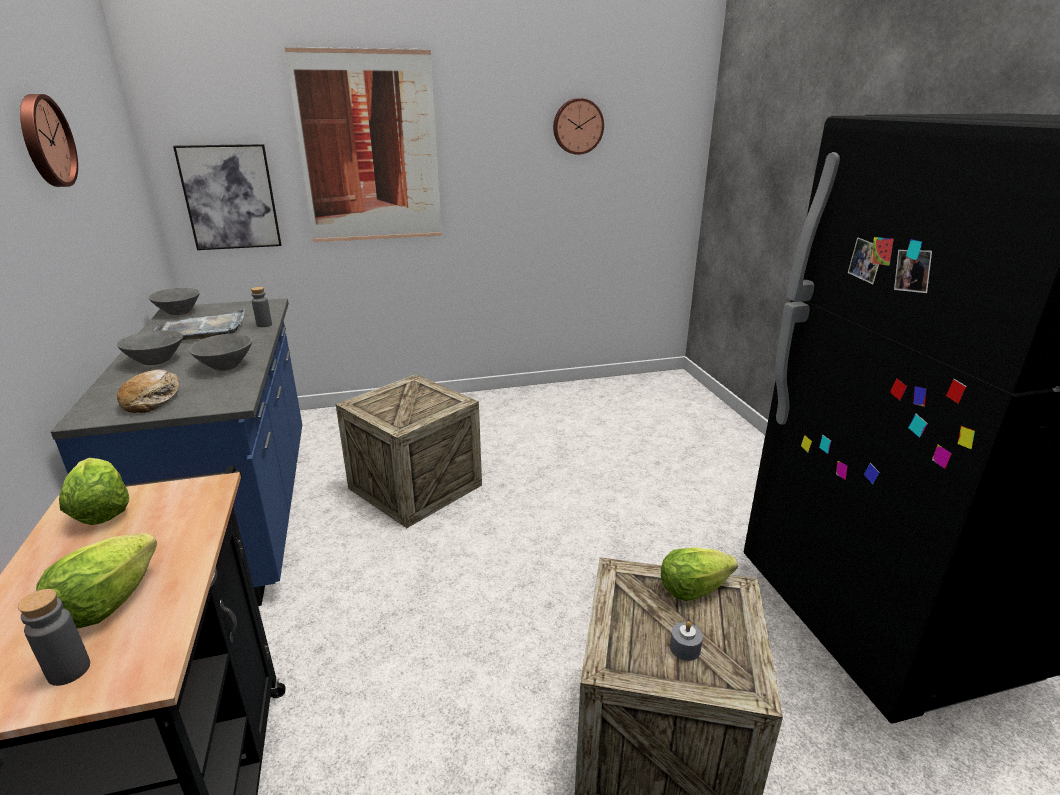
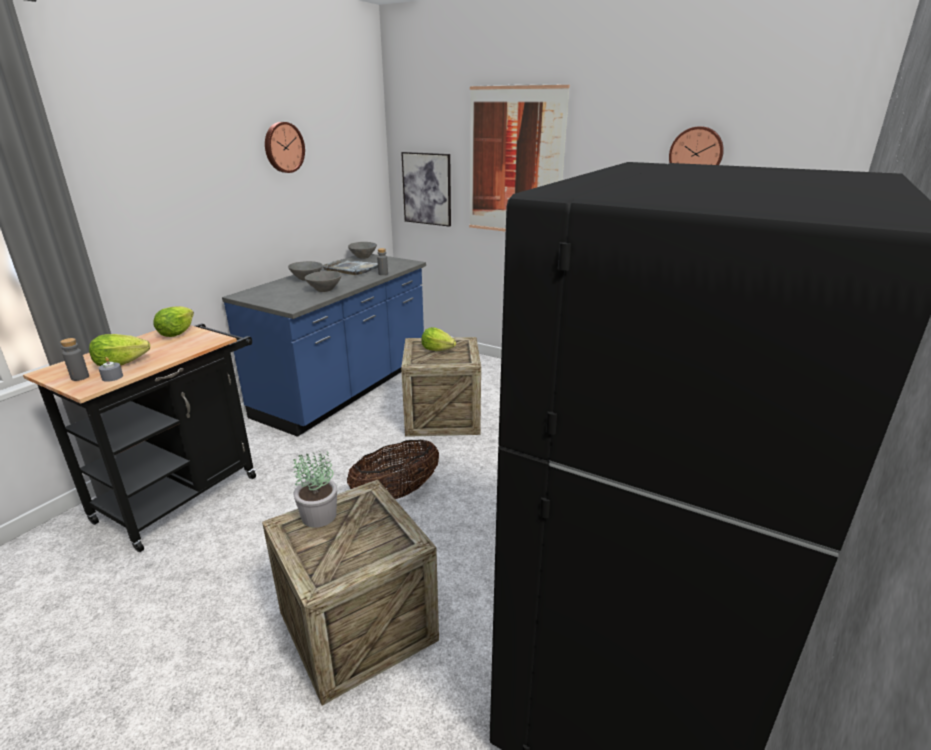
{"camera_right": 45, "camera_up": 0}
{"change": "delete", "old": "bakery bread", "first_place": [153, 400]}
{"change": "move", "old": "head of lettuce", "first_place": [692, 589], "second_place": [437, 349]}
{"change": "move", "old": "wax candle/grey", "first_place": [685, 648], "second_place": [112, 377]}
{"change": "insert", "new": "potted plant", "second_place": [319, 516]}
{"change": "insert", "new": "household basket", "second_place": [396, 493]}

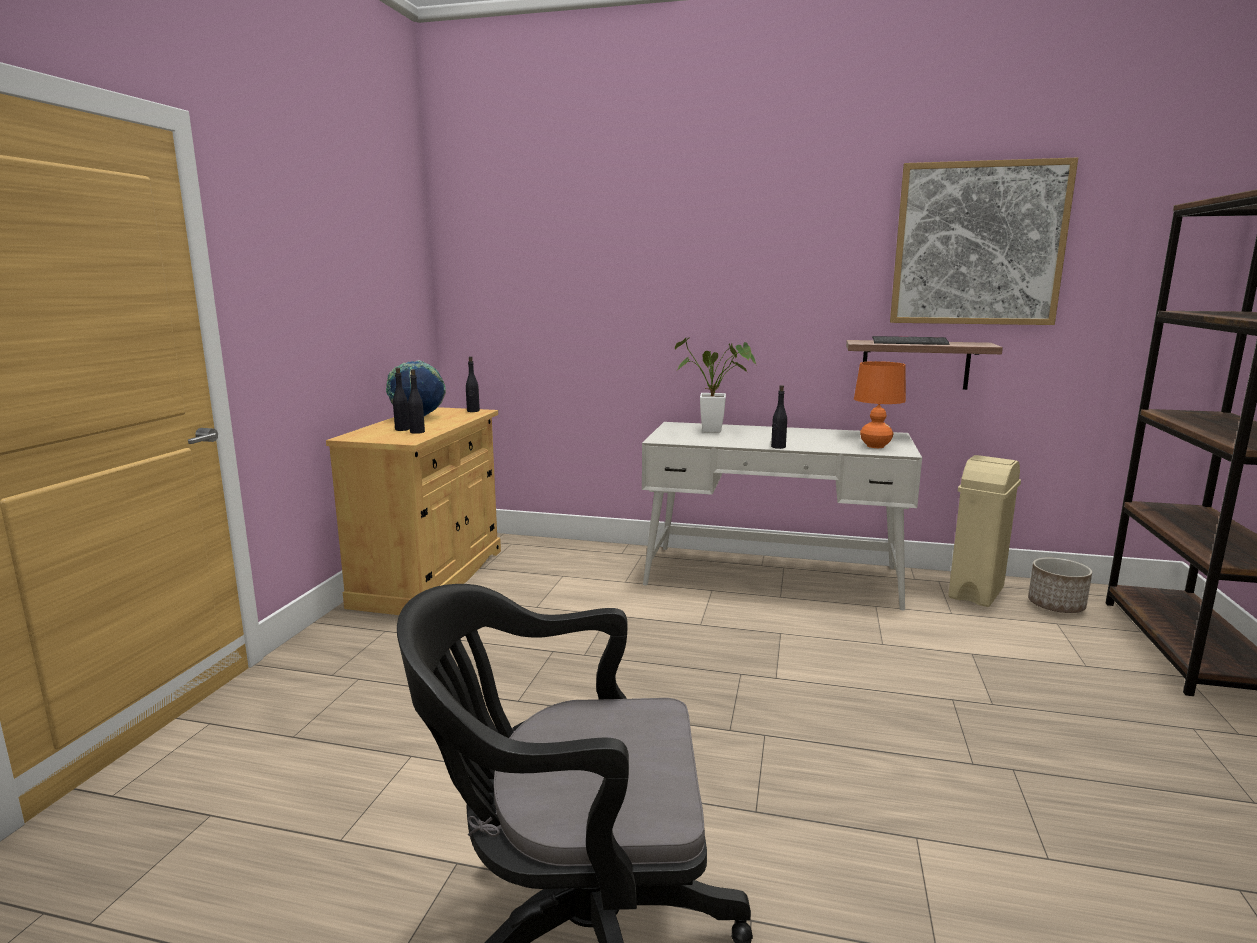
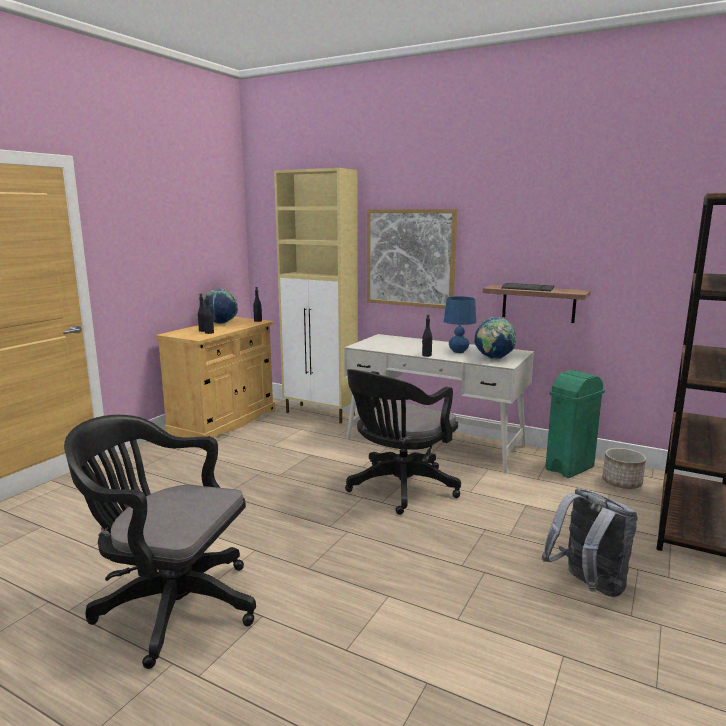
{"camera_right": 15, "camera_up": 0}
{"change": "delete", "old": "potted plant", "first_place": [717, 431]}
{"change": "replace", "old": "table lamp/orangey", "new": "world globe", "first_place": [875, 446], "second_place": [493, 359]}
{"change": "move", "old": "wall art", "first_place": [978, 244], "second_place": [410, 258]}
{"change": "recolor", "old": "trash can/beige", "new": "trash can/green-coloured", "first_place": [975, 593], "second_place": [569, 468]}
{"change": "insert", "new": "storage cabinet/beige", "second_place": [321, 414]}
{"change": "insert", "new": "desk chair/blackish", "second_place": [399, 489]}
{"change": "insert", "new": "table lamp/bluish", "second_place": [458, 351]}
{"change": "insert", "new": "backpack/grey", "second_place": [587, 586]}

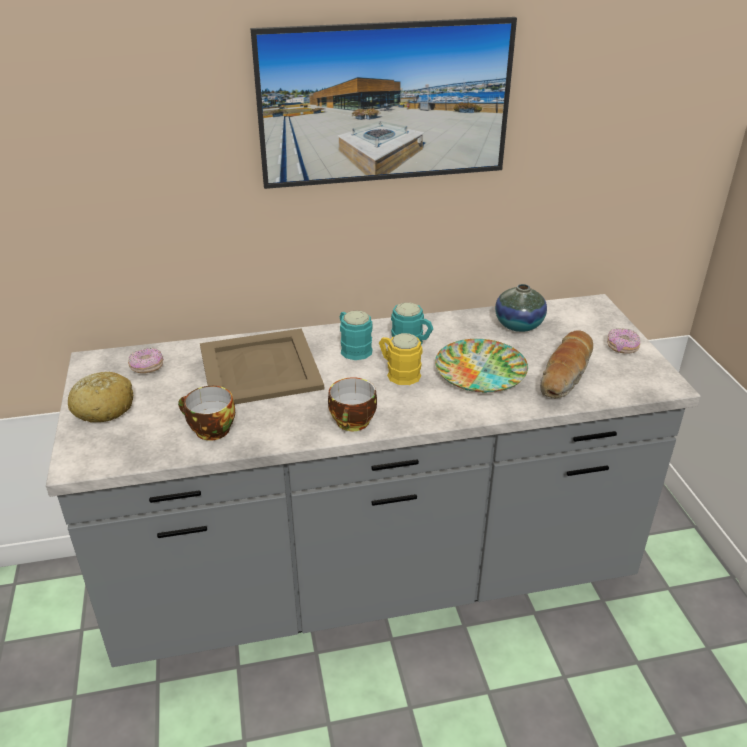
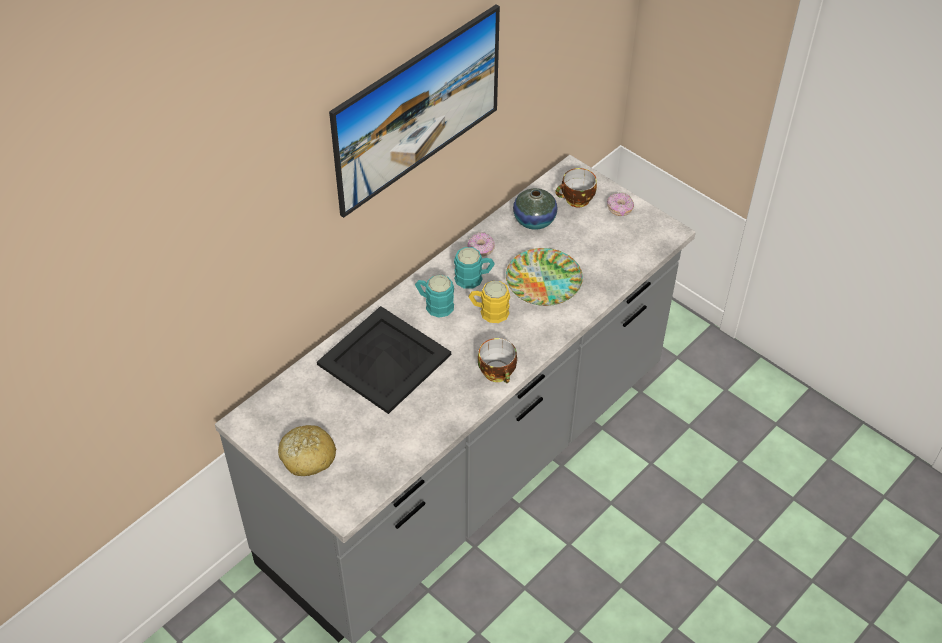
{"camera_right": -35, "camera_up": 15}
{"change": "move", "old": "ring doughnut", "first_place": [147, 367], "second_place": [481, 249]}
{"change": "move", "old": "small cup", "first_place": [209, 430], "second_place": [576, 200]}
{"change": "recolor", "old": "tray/beige", "new": "tray/blackish", "first_place": [260, 367], "second_place": [384, 358]}
{"change": "delete", "old": "bakery bread", "first_place": [566, 375]}

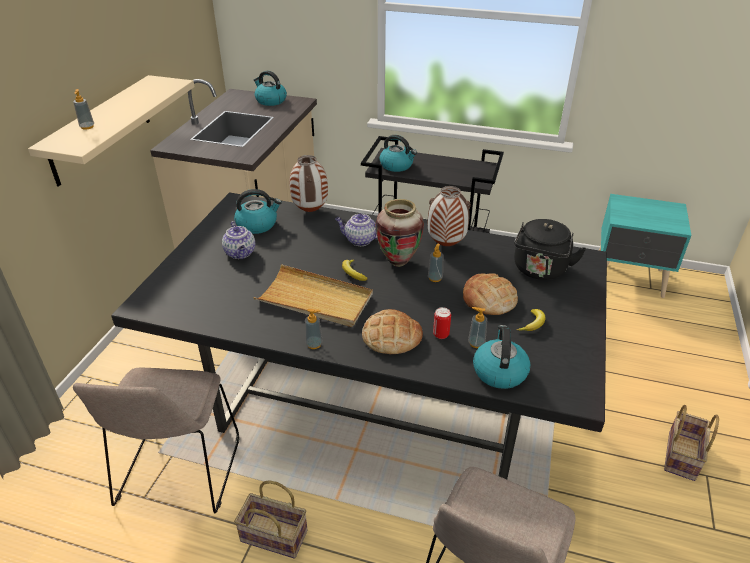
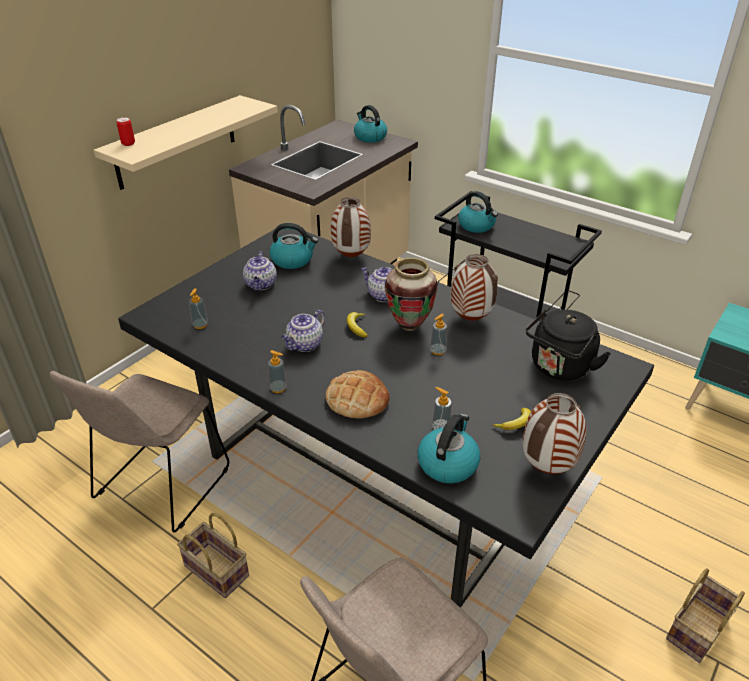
{"camera_right": 20, "camera_up": 0}
{"change": "move", "old": "liquid soap bottle", "first_place": [87, 127], "second_place": [200, 325]}
{"change": "replace", "old": "tray/beige", "new": "tea pot", "first_place": [315, 299], "second_place": [304, 345]}
{"change": "move", "old": "can", "first_place": [441, 334], "second_place": [128, 143]}
{"change": "delete", "old": "bakery bread", "first_place": [489, 299]}
{"change": "insert", "new": "decorative vase", "second_place": [547, 467]}

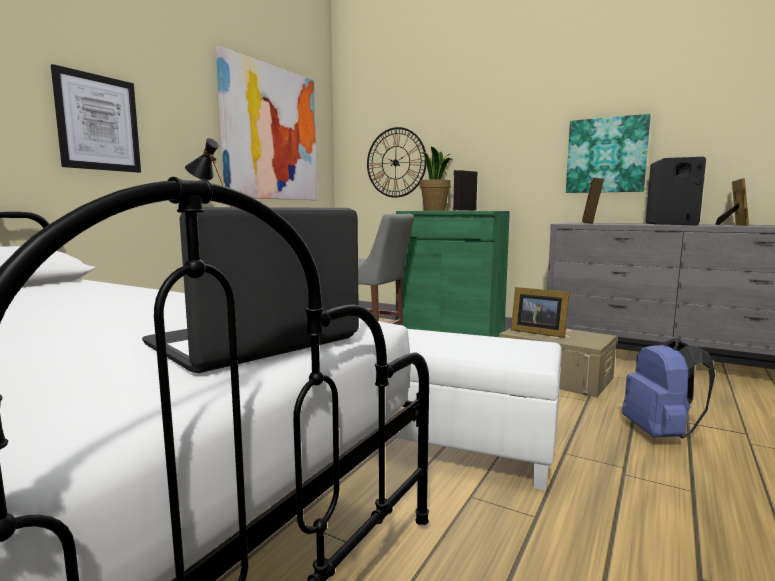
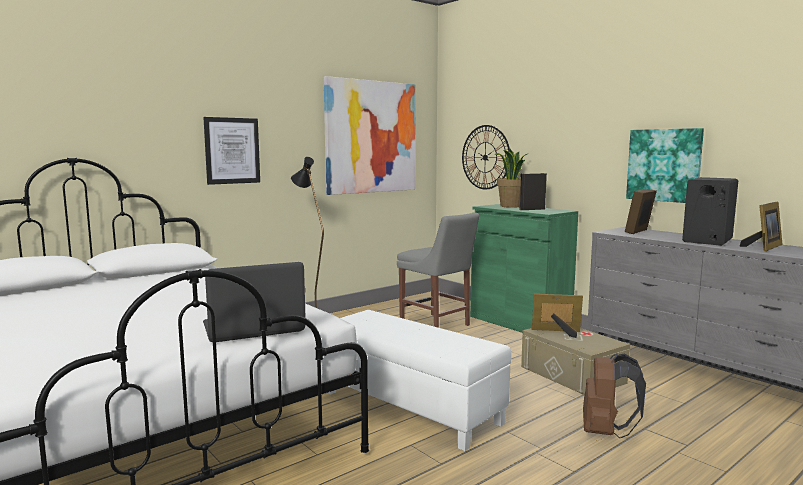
{"camera_right": 20, "camera_up": 0}
{"change": "rotate", "old": "photo frame", "first_place": [537, 332], "second_place": [558, 332], "degrees": 135}
{"change": "recolor", "old": "backpack/bluish", "new": "backpack/brown-coloured", "first_place": [660, 434], "second_place": [606, 432]}

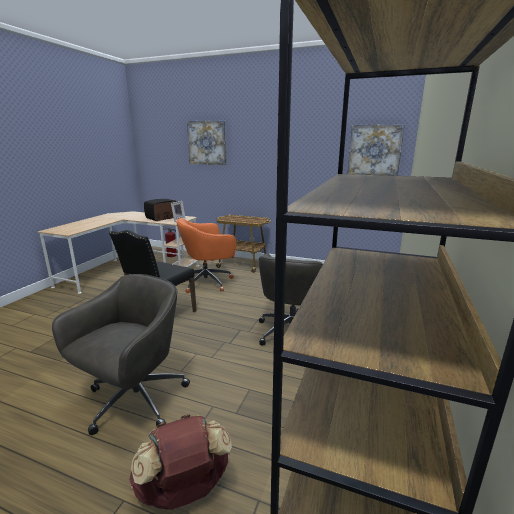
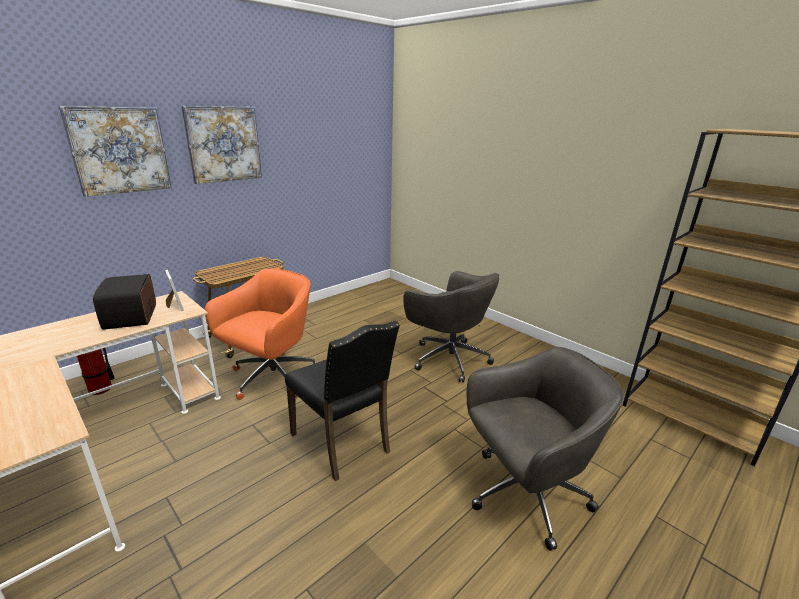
{"camera_right": -65, "camera_up": 5}
{"change": "rotate", "old": "desk chair/grey", "first_place": [134, 400], "second_place": [524, 494], "degrees": 105}
{"change": "delete", "old": "backpack/brown-coloured", "first_place": [184, 490]}
{"change": "rotate", "old": "desk chair/orangey", "first_place": [208, 282], "second_place": [271, 378], "degrees": -150}
{"change": "move", "old": "wall art", "first_place": [374, 150], "second_place": [224, 144]}

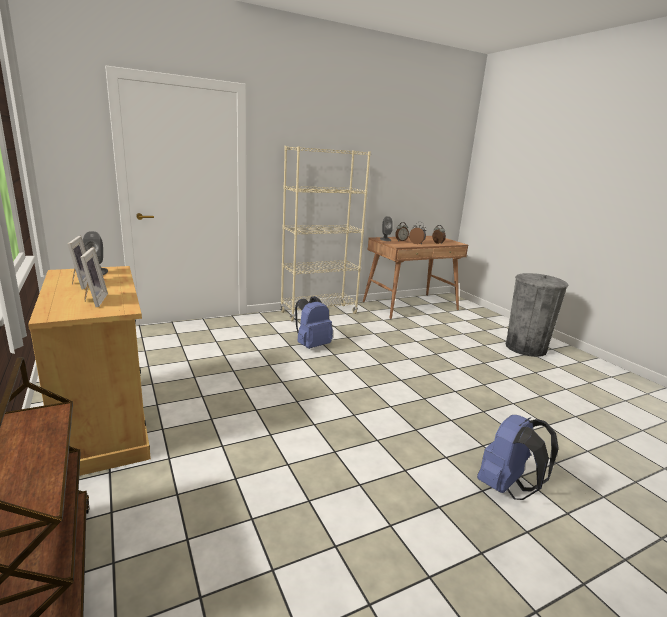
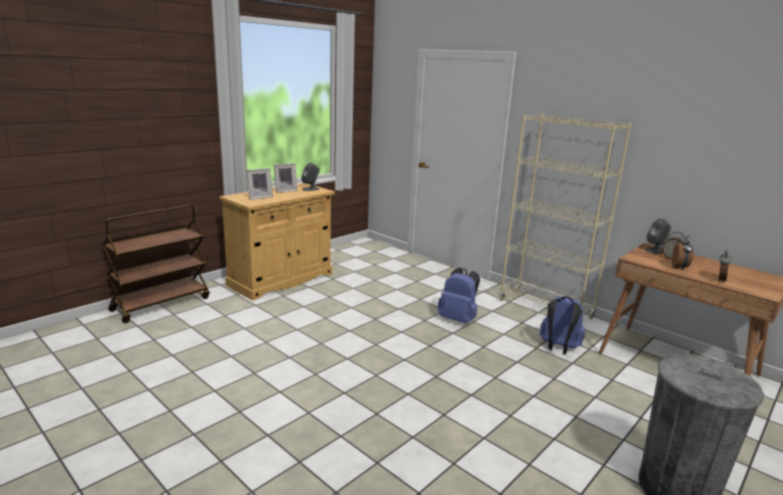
{"camera_right": 70, "camera_up": 0}
{"change": "move", "old": "backpack/bluish", "first_place": [507, 488], "second_place": [558, 348]}

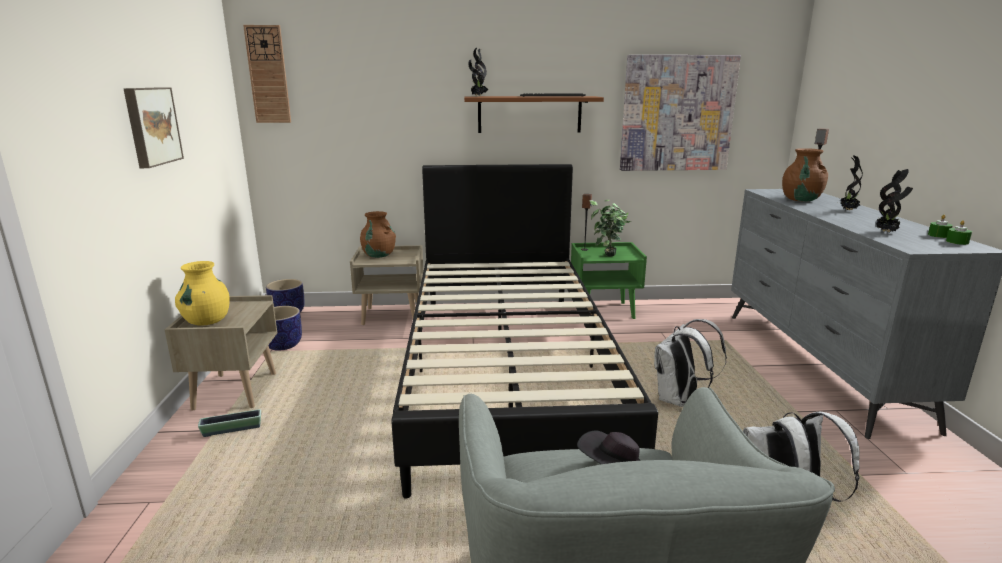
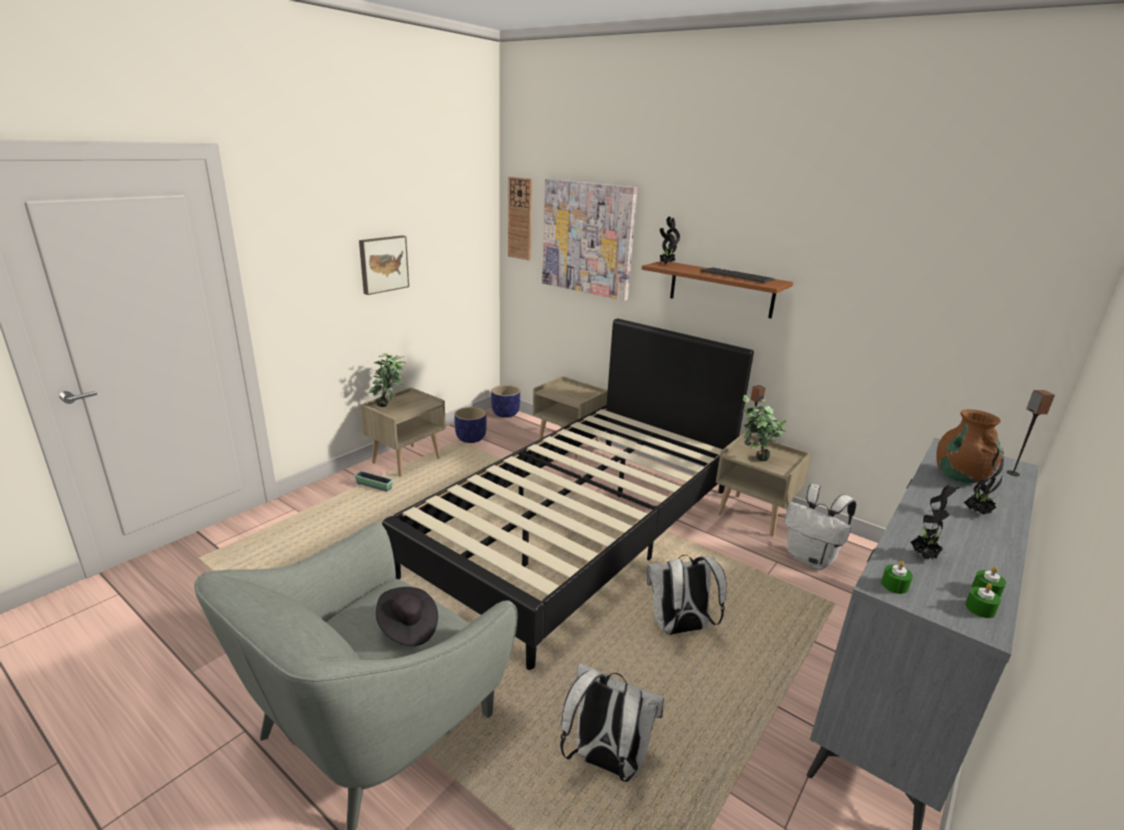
{"camera_right": 40, "camera_up": 5}
{"change": "replace", "old": "decorative vase/yellow-coloured", "new": "potted plant", "first_place": [207, 321], "second_place": [389, 406]}
{"change": "delete", "old": "decorative vase/brown-coloured", "first_place": [379, 255]}
{"change": "recolor", "old": "nightstand/green-coloured", "new": "nightstand/beige", "first_place": [604, 311], "second_place": [754, 515]}
{"change": "move", "old": "wall art", "first_place": [677, 114], "second_place": [588, 238]}
{"change": "insert", "new": "backpack/white-coloured", "second_place": [811, 559]}
{"change": "insert", "new": "wax candle/green-coloured", "second_place": [894, 585]}

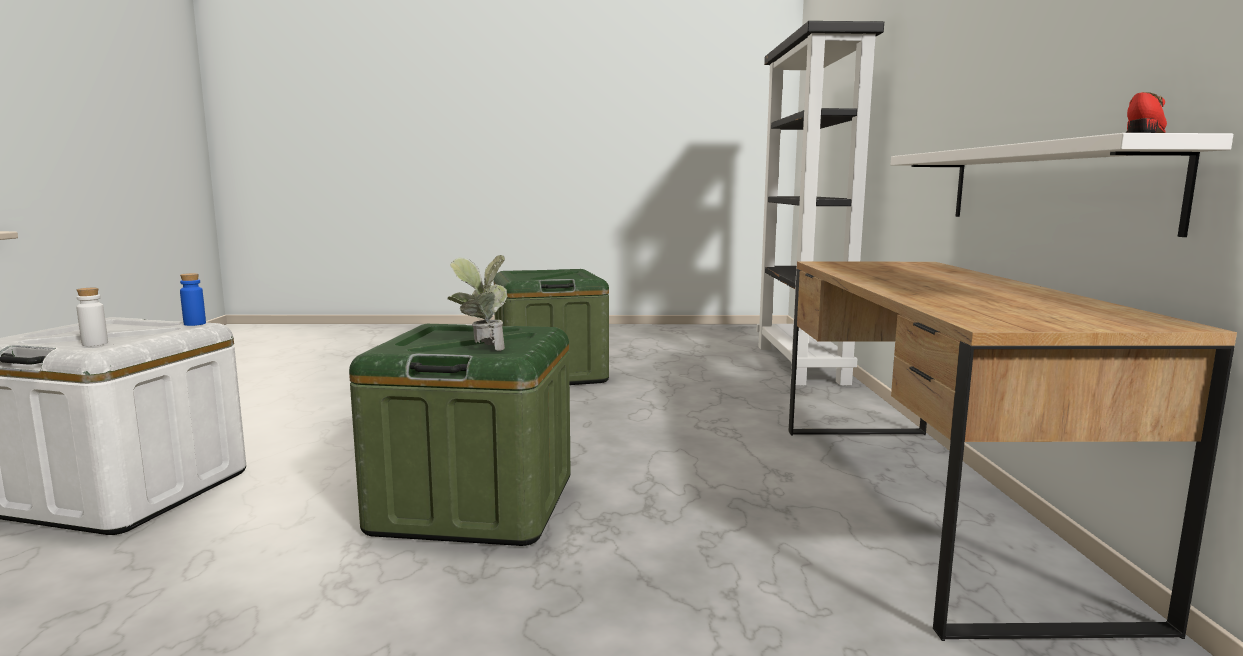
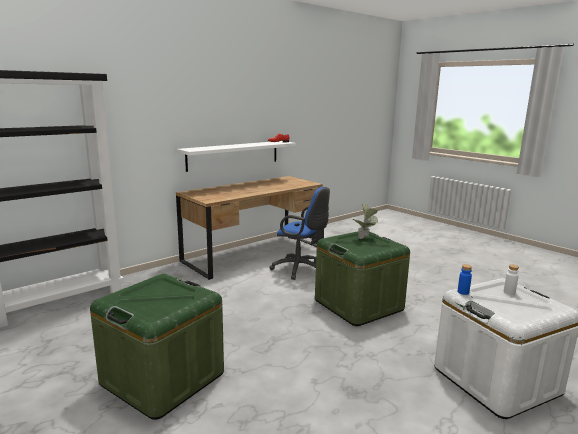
{"camera_right": -130, "camera_up": 5}
{"change": "insert", "new": "desk chair/bluish", "second_place": [301, 270]}

